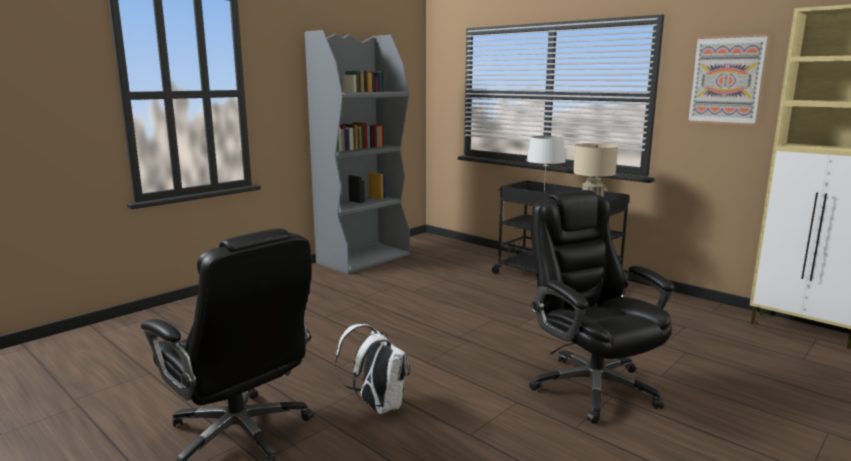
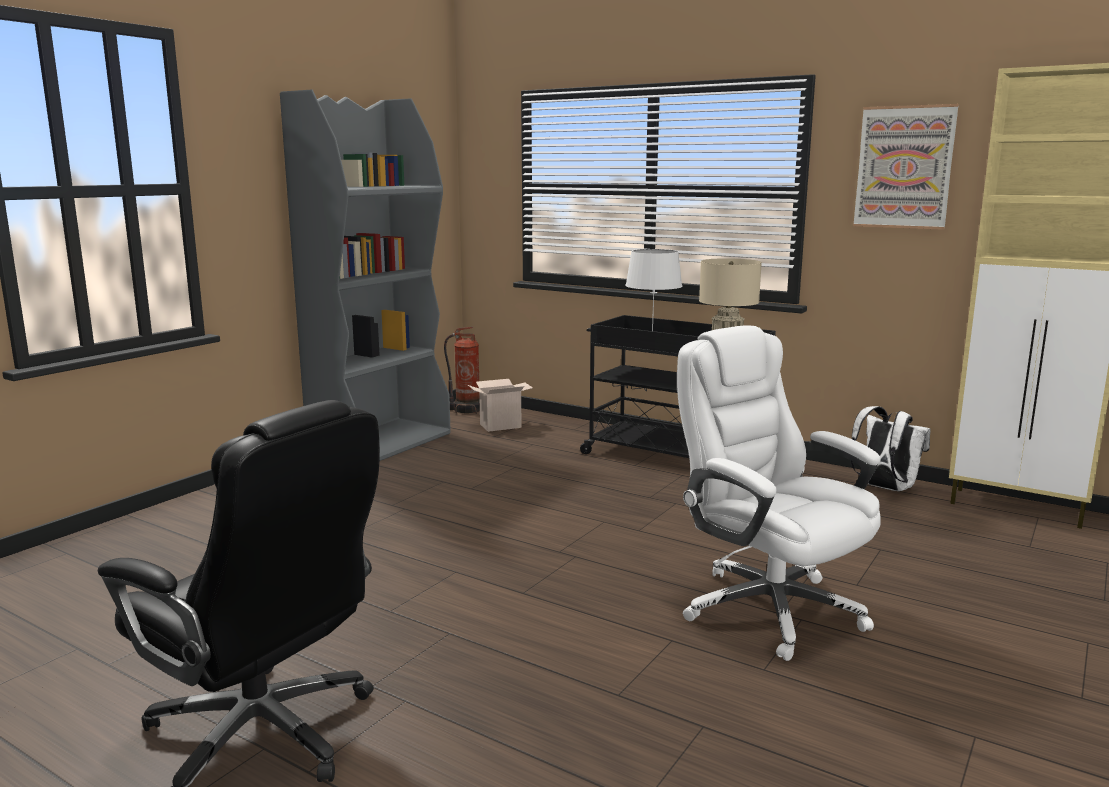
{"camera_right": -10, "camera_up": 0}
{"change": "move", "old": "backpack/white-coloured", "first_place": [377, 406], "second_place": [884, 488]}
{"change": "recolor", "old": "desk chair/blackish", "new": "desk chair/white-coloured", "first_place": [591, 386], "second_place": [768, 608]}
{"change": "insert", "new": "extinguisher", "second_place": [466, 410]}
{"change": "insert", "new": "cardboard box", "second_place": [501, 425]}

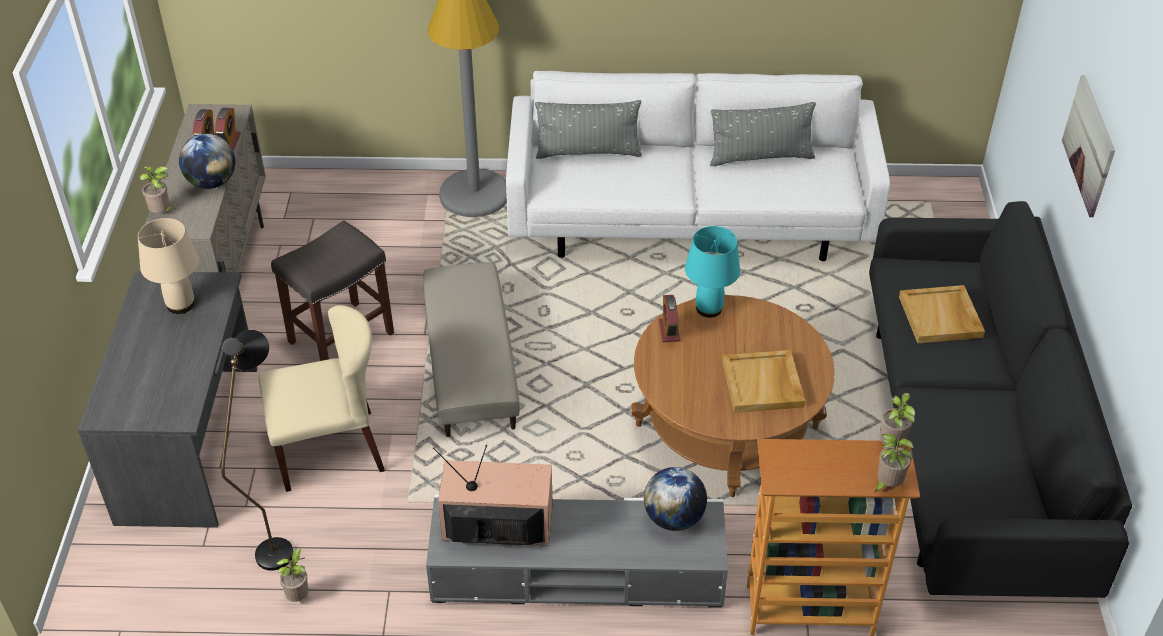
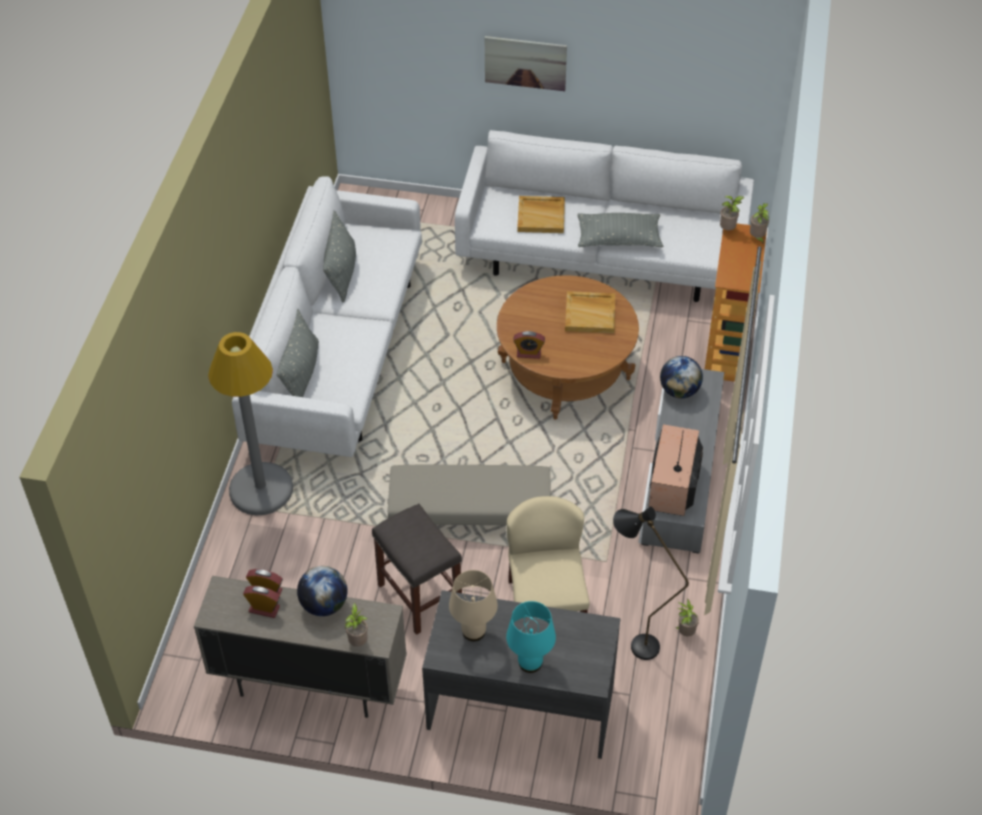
{"camera_right": -80, "camera_up": 5}
{"change": "move", "old": "table lamp/turquoise", "first_place": [709, 308], "second_place": [529, 662]}
{"change": "recolor", "old": "couch/blackish", "new": "couch/white-coloured", "first_place": [965, 443], "second_place": [601, 256]}
{"change": "insert", "new": "throw pillow/grey", "second_place": [619, 239]}

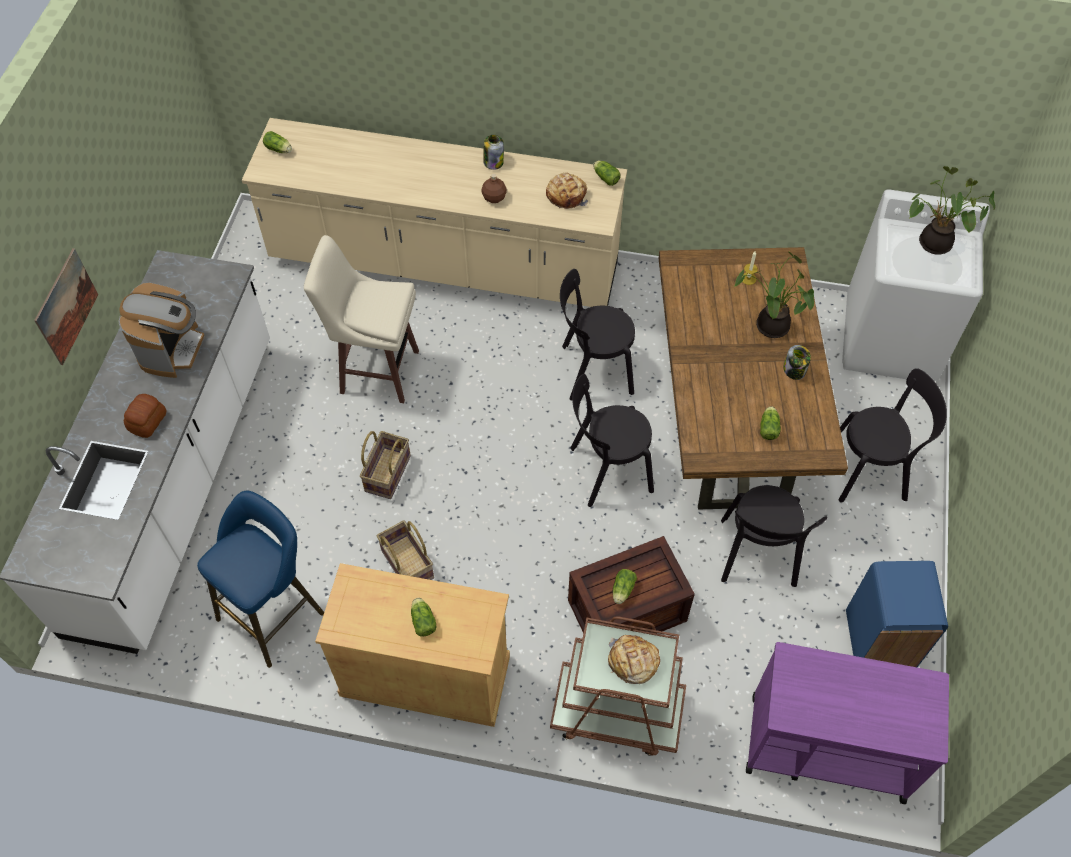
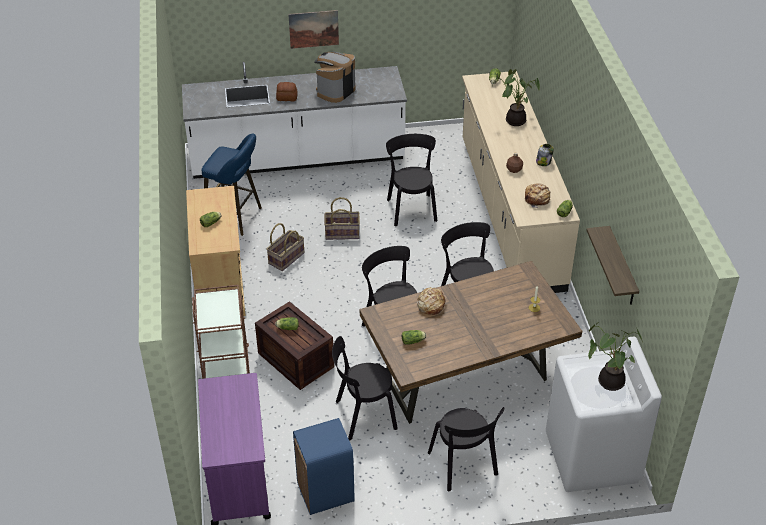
{"camera_right": 70, "camera_up": -15}
{"change": "rotate", "old": "coffee brewer", "first_place": [172, 349], "second_place": [335, 91], "degrees": 135}
{"change": "replace", "old": "sitting stool/beige", "new": "upright chair/blackish", "first_place": [377, 371], "second_place": [411, 208]}
{"change": "move", "old": "bakery bread", "first_place": [632, 662], "second_place": [430, 304]}
{"change": "move", "old": "potted plant", "first_place": [769, 327], "second_place": [514, 120]}
{"change": "delete", "old": "jar", "first_place": [794, 370]}
{"change": "insert", "new": "wall shelf", "second_place": [622, 268]}

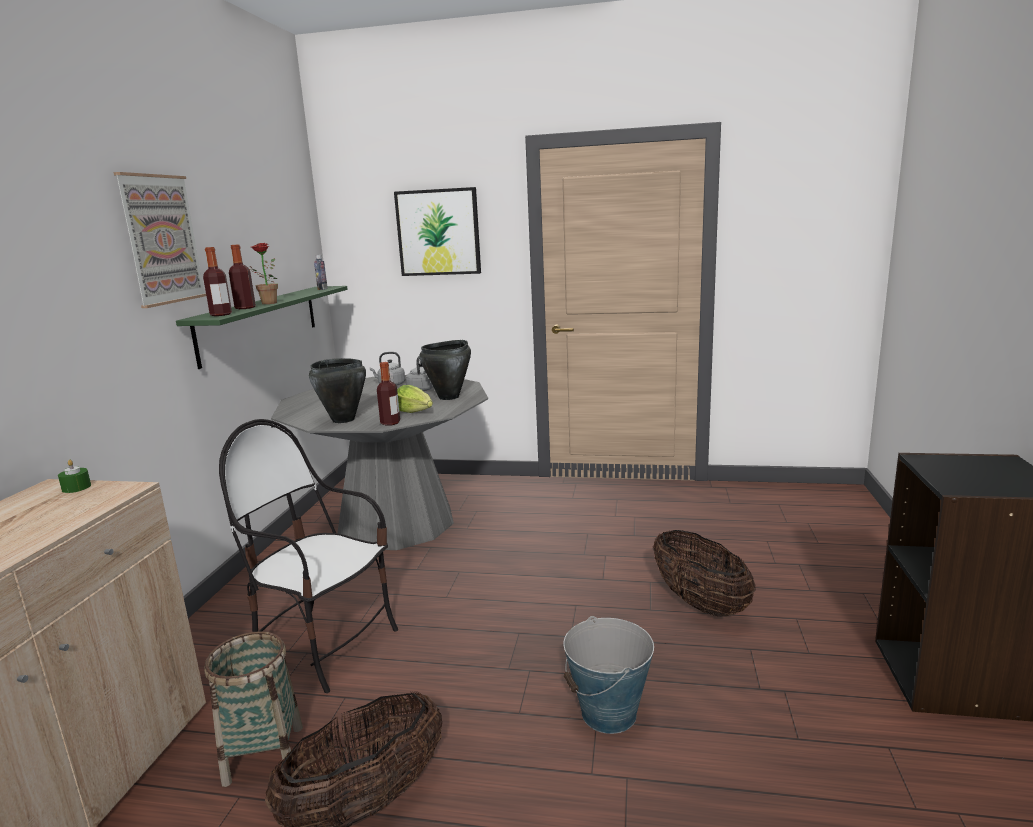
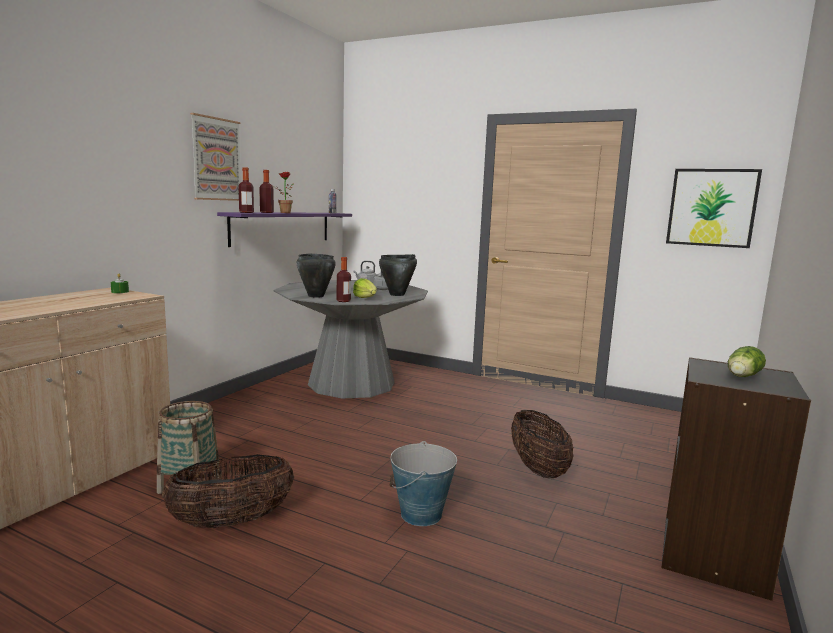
{"camera_right": 15, "camera_up": -5}
{"change": "recolor", "old": "wall shelf/green-coloured", "new": "wall shelf/purple", "first_place": [261, 323], "second_place": [282, 227]}
{"change": "delete", "old": "upright chair", "first_place": [324, 645]}
{"change": "move", "old": "wall art", "first_place": [438, 232], "second_place": [711, 207]}
{"change": "insert", "new": "head of lettuce", "second_place": [742, 376]}

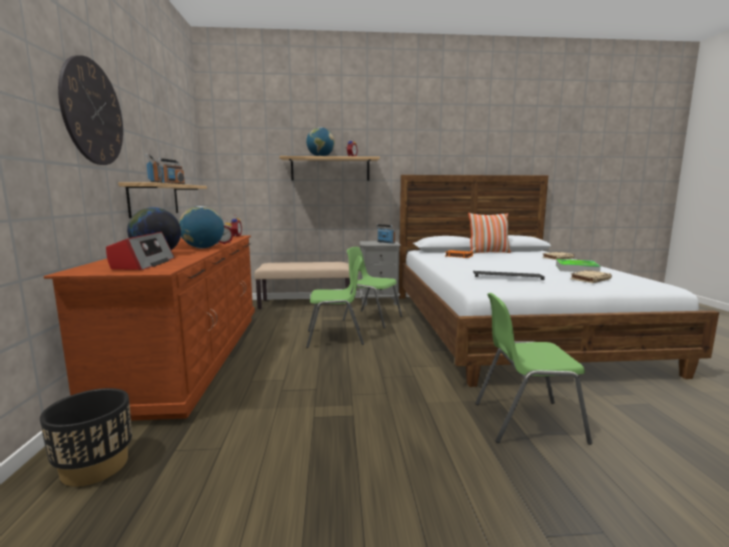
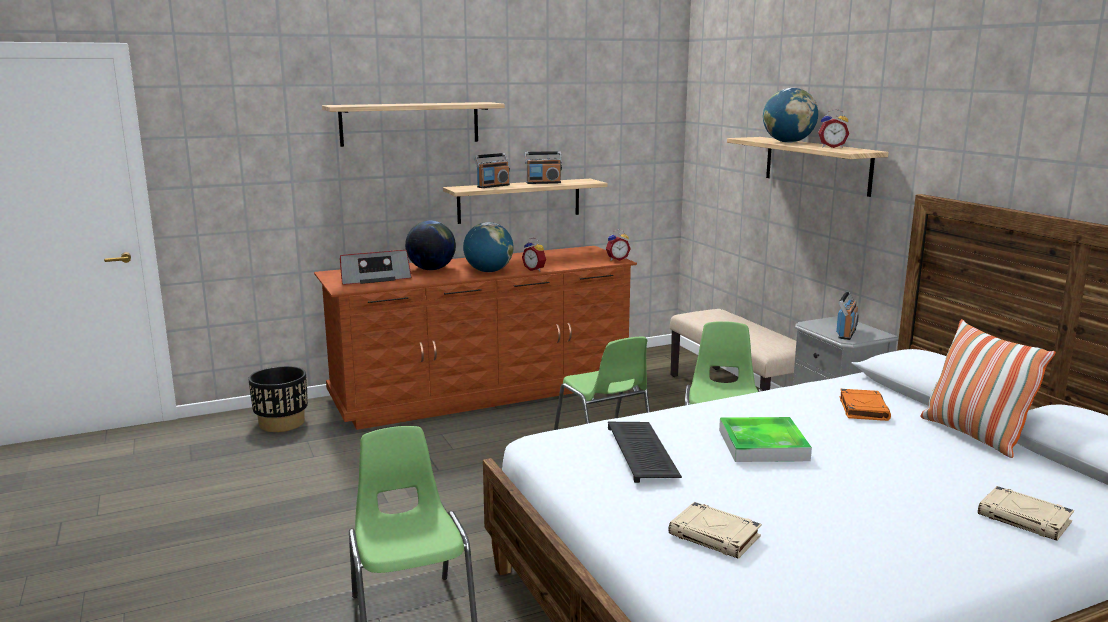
{"camera_right": 70, "camera_up": 5}
{"change": "replace", "old": "wall clock", "new": "wall shelf", "first_place": [93, 112], "second_place": [410, 123]}
{"change": "move", "old": "tray", "first_place": [576, 269], "second_place": [763, 445]}

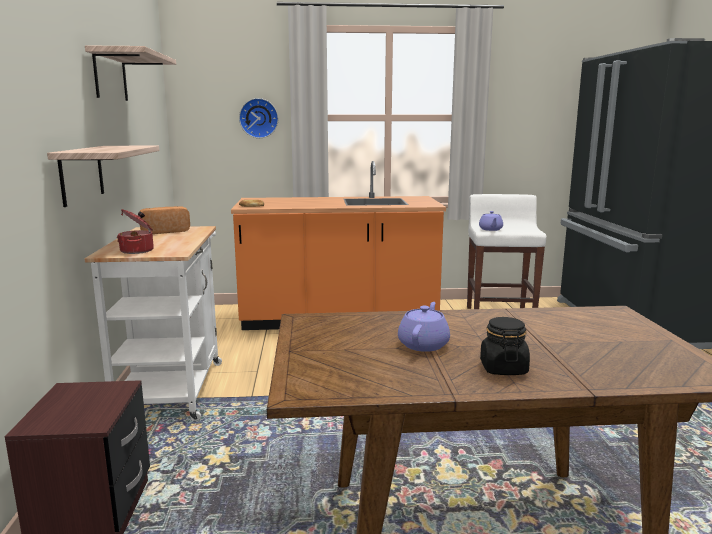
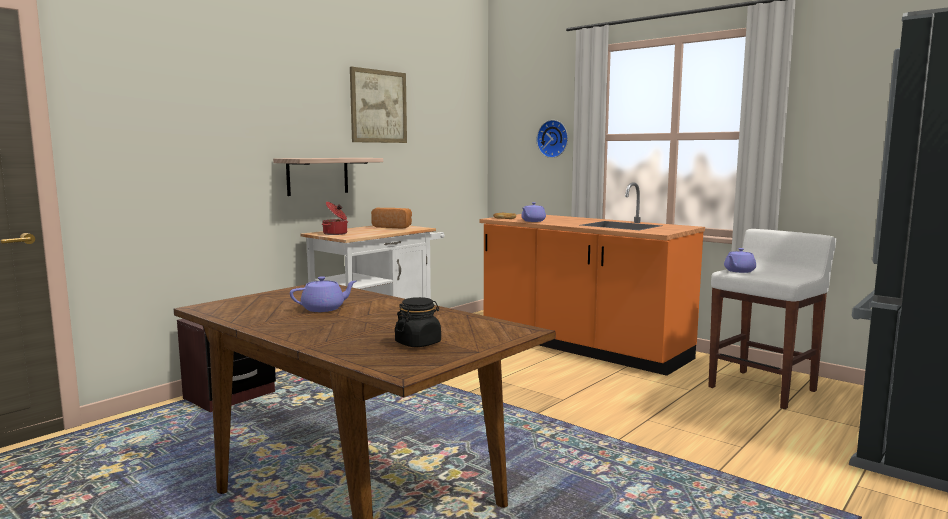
{"camera_right": 45, "camera_up": -5}
{"change": "replace", "old": "wall shelf", "new": "wall art", "first_place": [110, 76], "second_place": [378, 106]}
{"change": "move", "old": "jar/blackish", "first_place": [503, 368], "second_place": [418, 343]}
{"change": "insert", "new": "tea pot/purple", "second_place": [533, 221]}

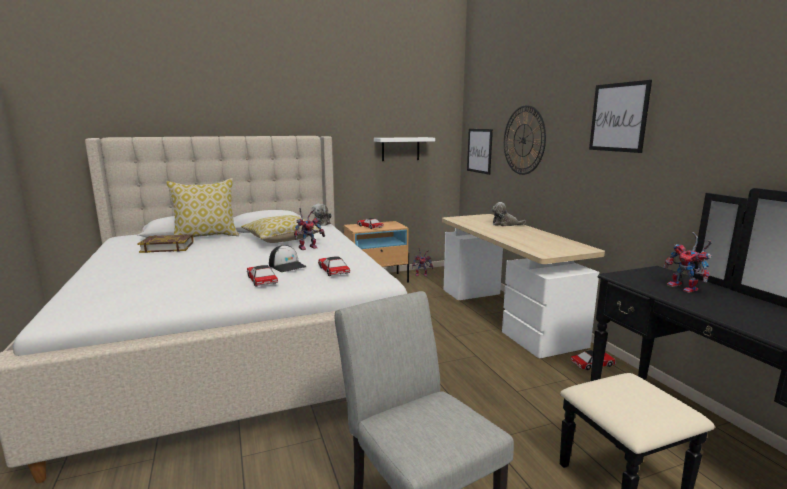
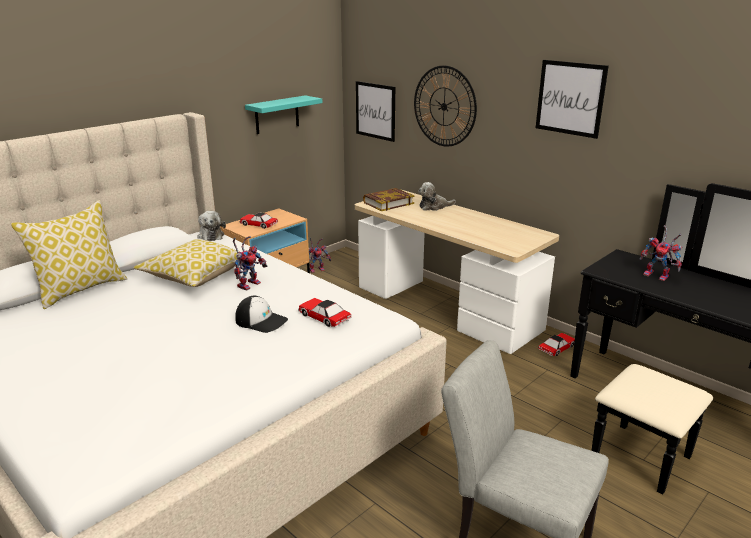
{"camera_right": -25, "camera_up": 10}
{"change": "move", "old": "volume", "first_place": [167, 247], "second_place": [388, 203]}
{"change": "delete", "old": "miniature car", "first_place": [262, 280]}
{"change": "recolor", "old": "wall shelf/white-coloured", "new": "wall shelf/turquoise", "first_place": [400, 149], "second_place": [277, 115]}

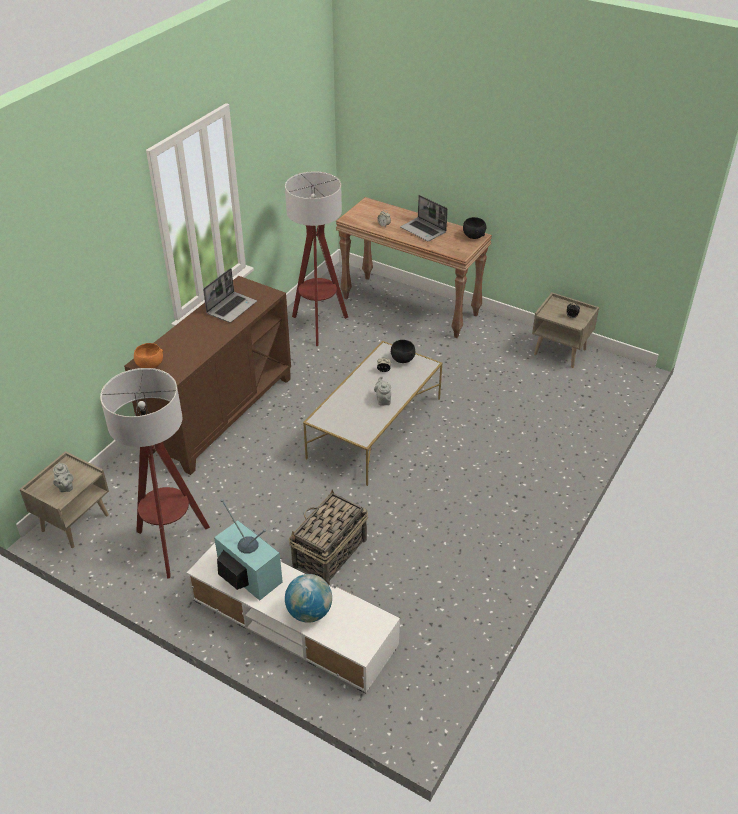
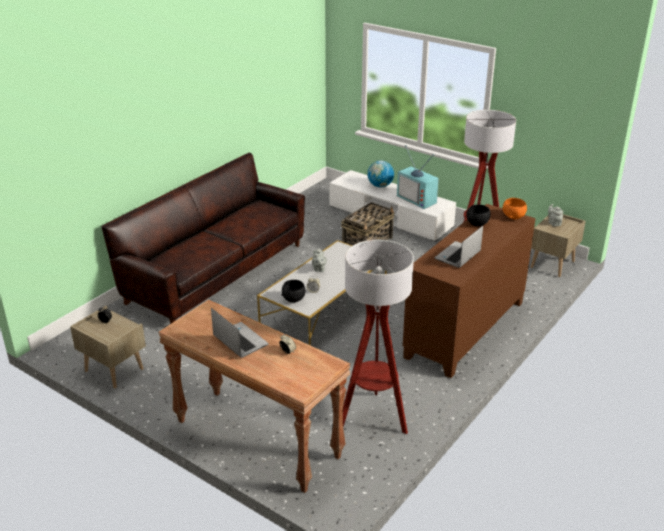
{"camera_right": -175, "camera_up": -10}
{"change": "move", "old": "deep dish/blackish", "first_place": [473, 236], "second_place": [477, 224]}
{"change": "insert", "new": "couch/brown-coloured", "second_place": [216, 273]}

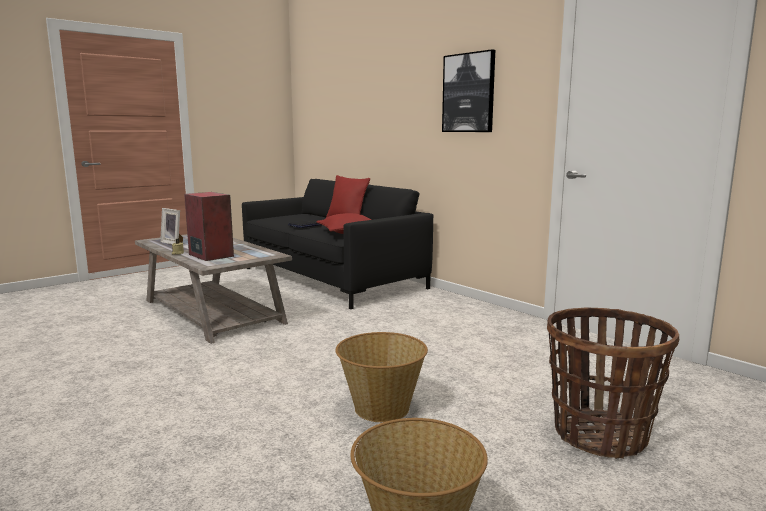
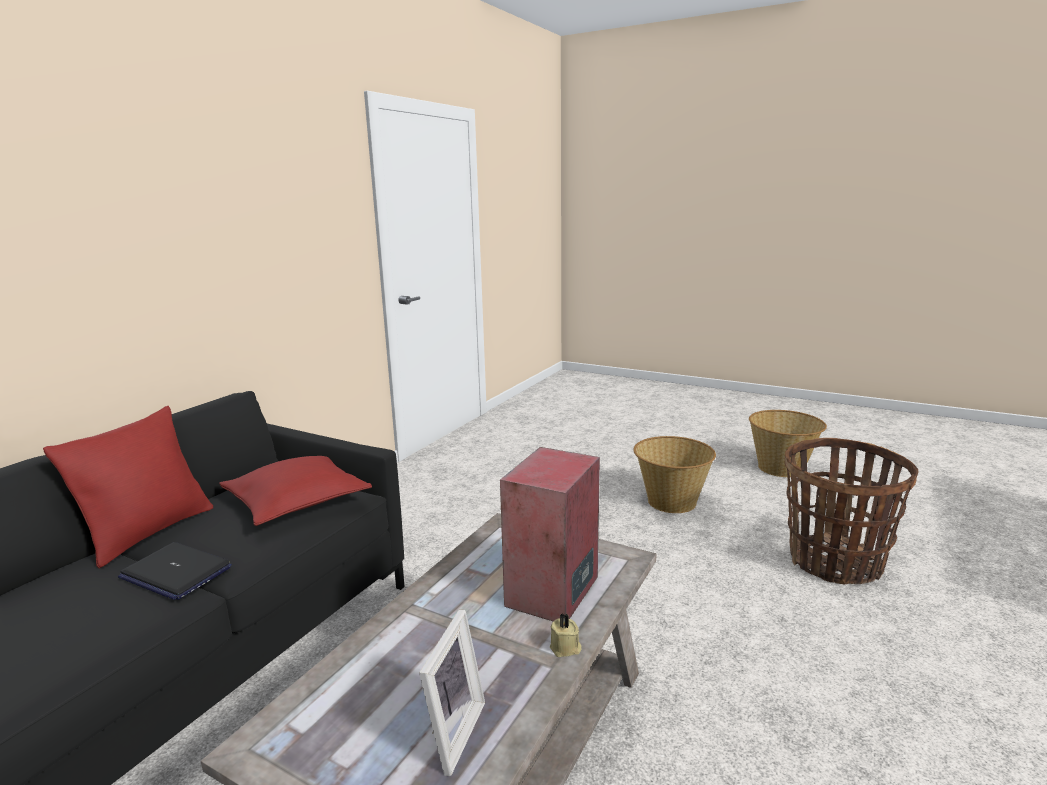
{"camera_right": -110, "camera_up": 5}
{"change": "delete", "old": "wall art", "first_place": [469, 93]}
{"change": "move", "old": "household basket", "first_place": [599, 434], "second_place": [834, 562]}

